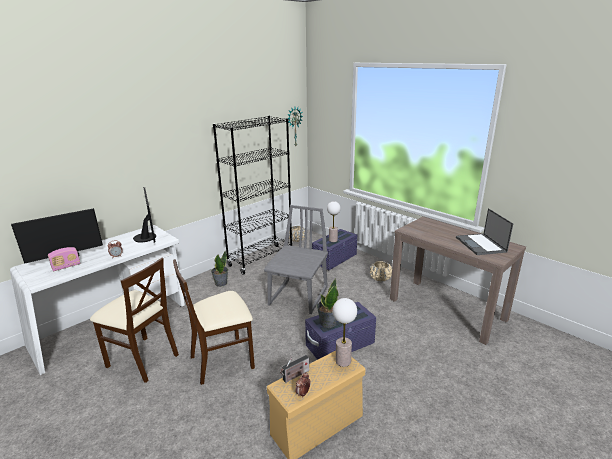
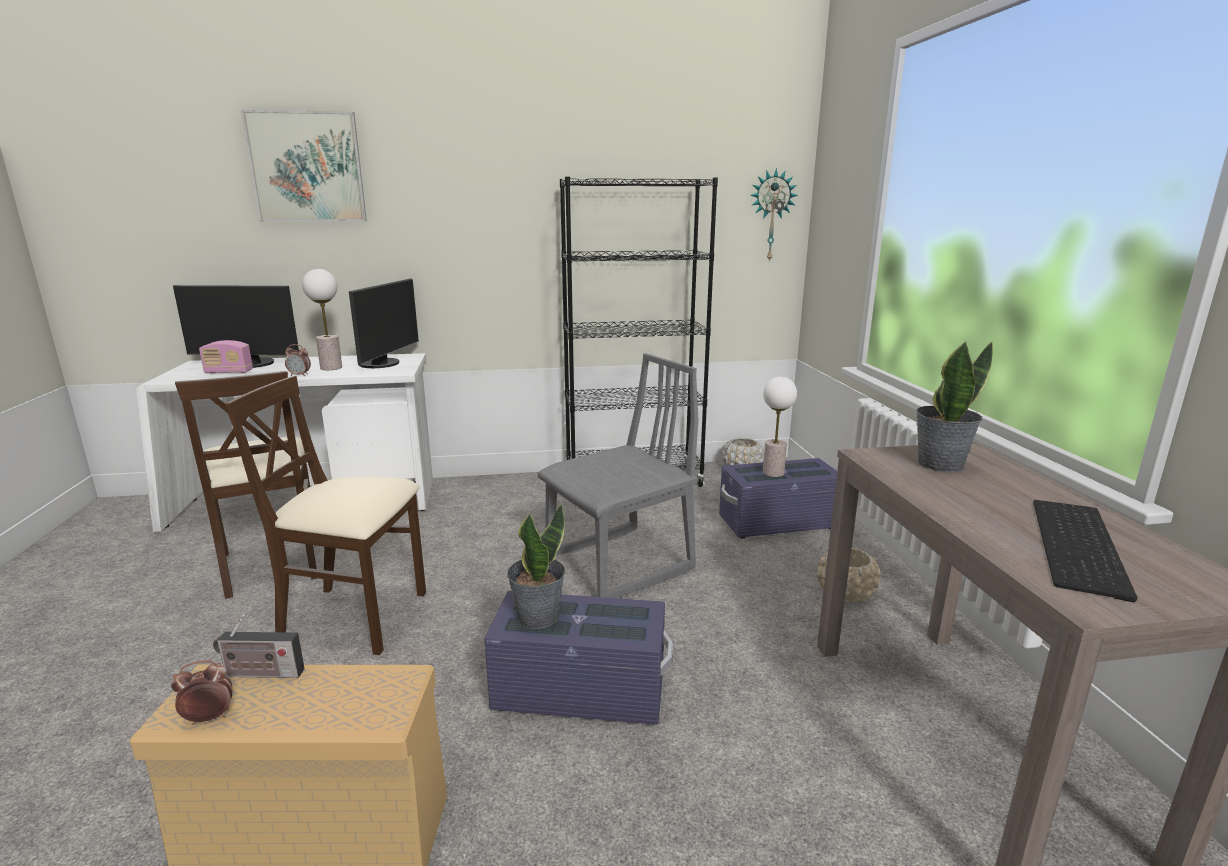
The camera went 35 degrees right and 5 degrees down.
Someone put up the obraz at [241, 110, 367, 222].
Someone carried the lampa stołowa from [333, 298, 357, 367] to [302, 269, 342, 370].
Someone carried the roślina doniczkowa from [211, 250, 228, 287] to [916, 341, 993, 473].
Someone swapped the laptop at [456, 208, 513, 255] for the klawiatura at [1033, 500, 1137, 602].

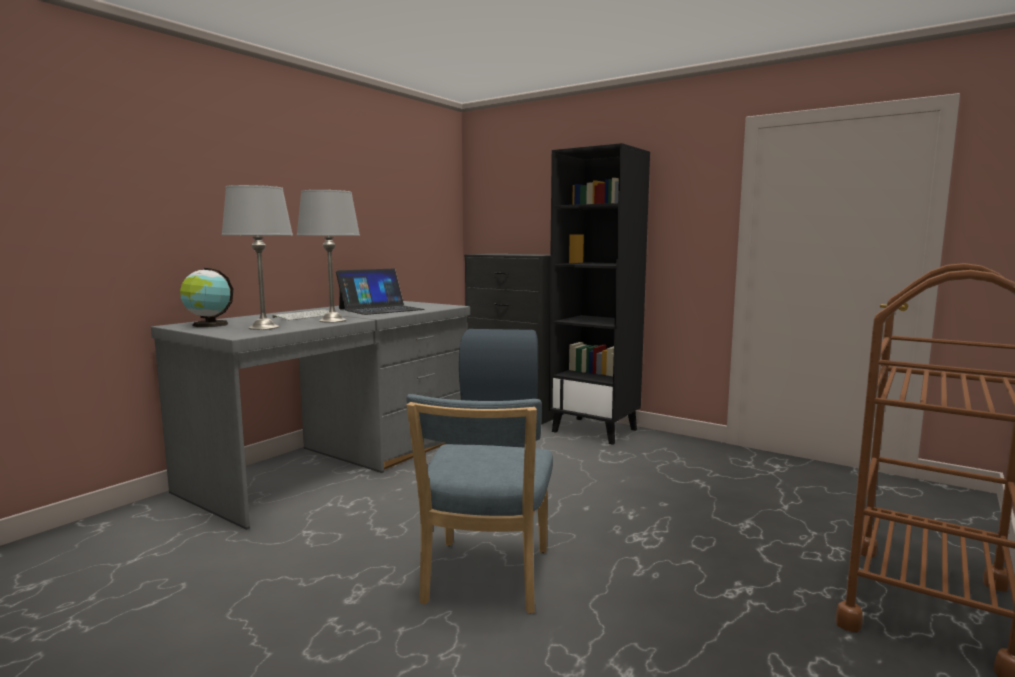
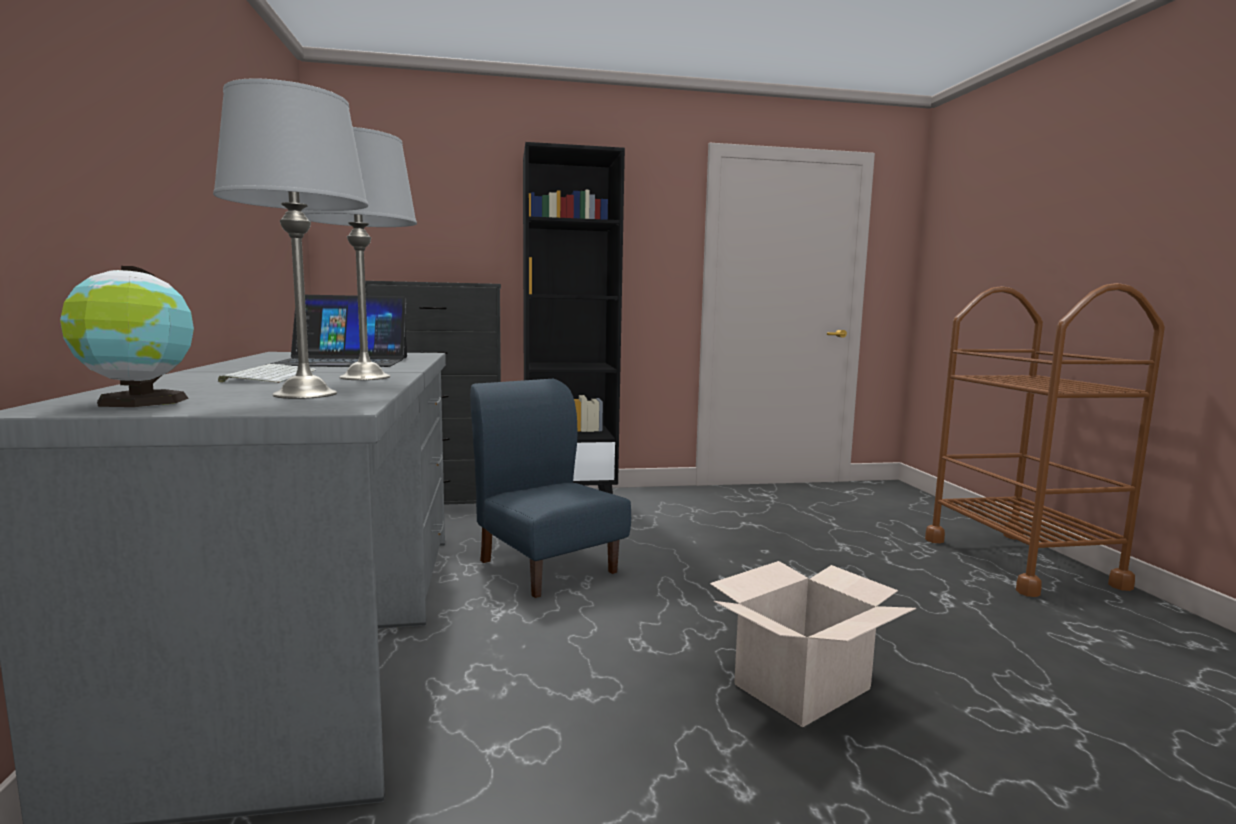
The camera went 45 degrees left and 0 degrees up.
Someone rotated the laptop at [336, 269, 425, 315] by 75 degrees clockwise.
Someone swapped the krzesło/niebieski at [406, 394, 553, 614] for the karton at [710, 561, 916, 728].

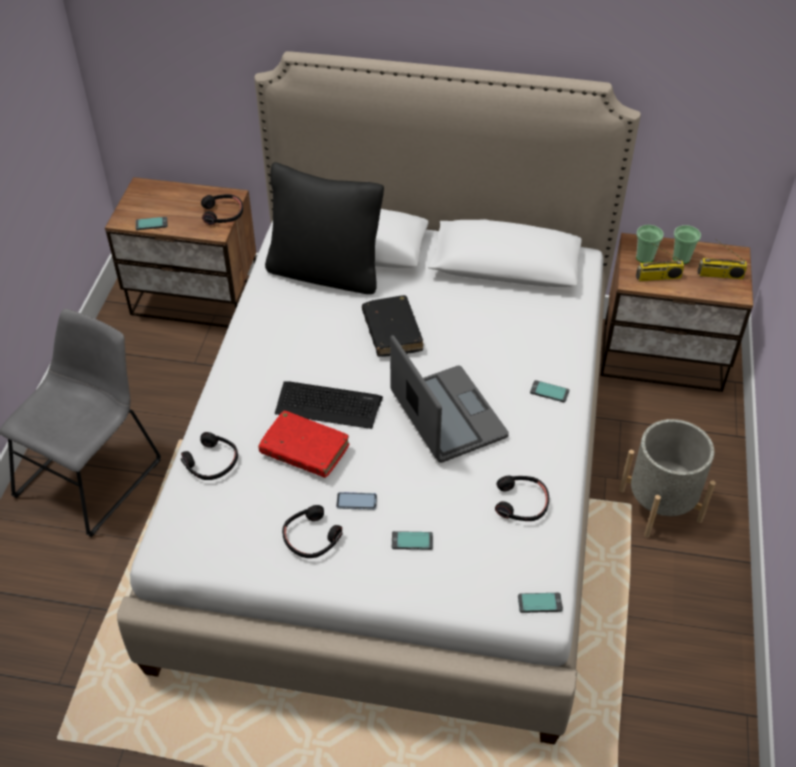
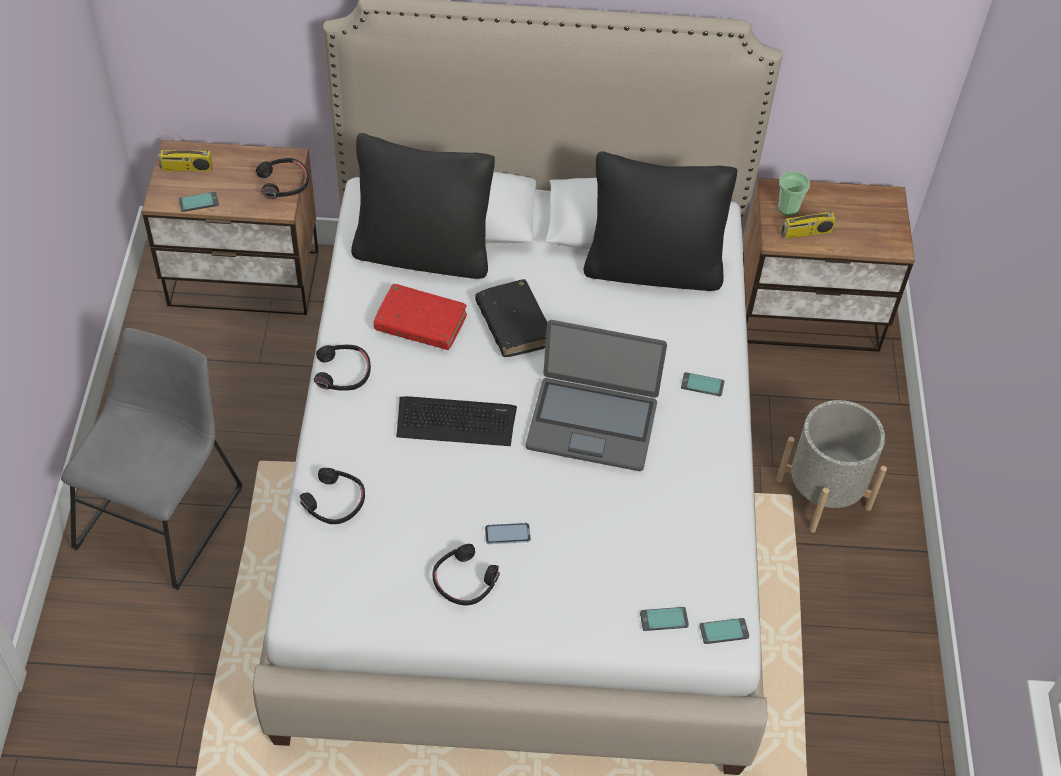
The camera went 10 degrees left and 5 degrees up.
Someone carried the radio from [697, 239, 747, 279] to [158, 129, 213, 172].
Someone carried the słuchawki/czarny from [495, 476, 549, 521] to [314, 345, 371, 391].
Someone carried the książka/czerwony from [258, 411, 350, 478] to [373, 284, 467, 350].
Someone rotated the laptop at [390, 335, 509, 463] by 135 degrees clockwise.
Someone put down the poduszka/czarny at [584, 152, 737, 291].
Someone carried the telefon from [392, 531, 433, 550] to [640, 607, 689, 631].
Someone took away the filiżanka at [673, 225, 701, 264].

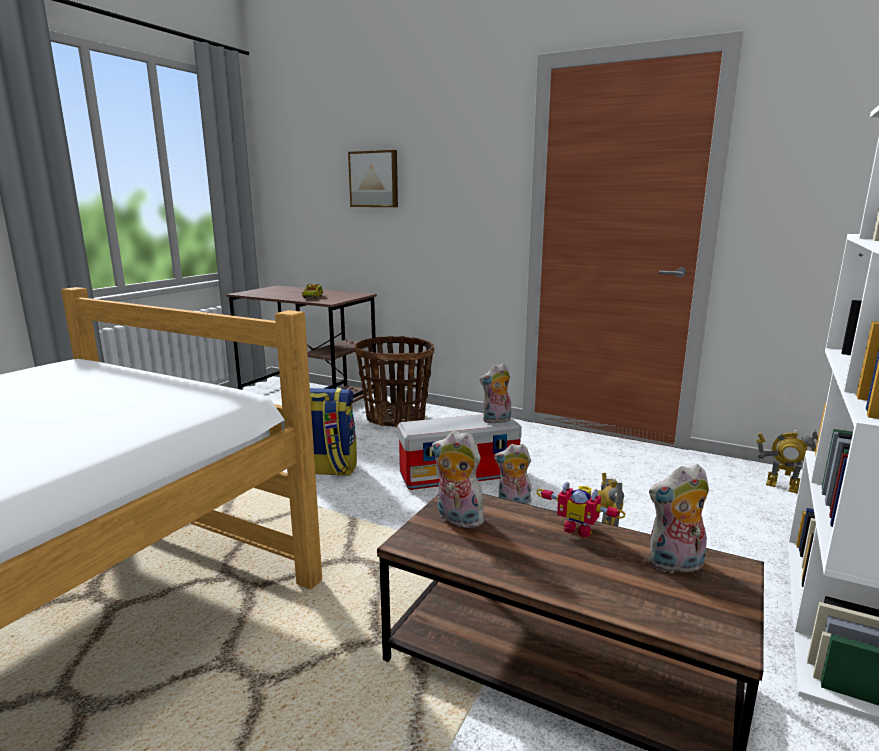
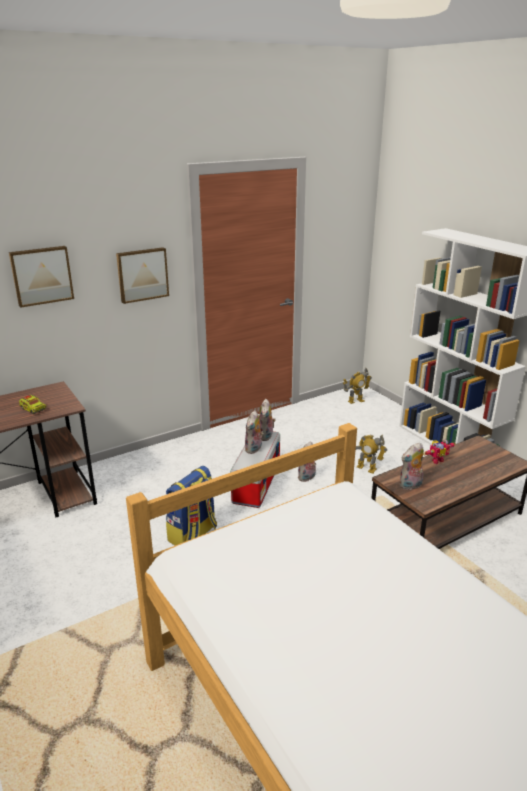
The camera went 60 degrees left and 10 degrees up.
Someone put up the obraz at [116, 247, 169, 304].
Someone carried the pluszak from [649, 464, 709, 573] to [245, 410, 264, 454].
Someone took away the koszyk at [355, 336, 434, 427].

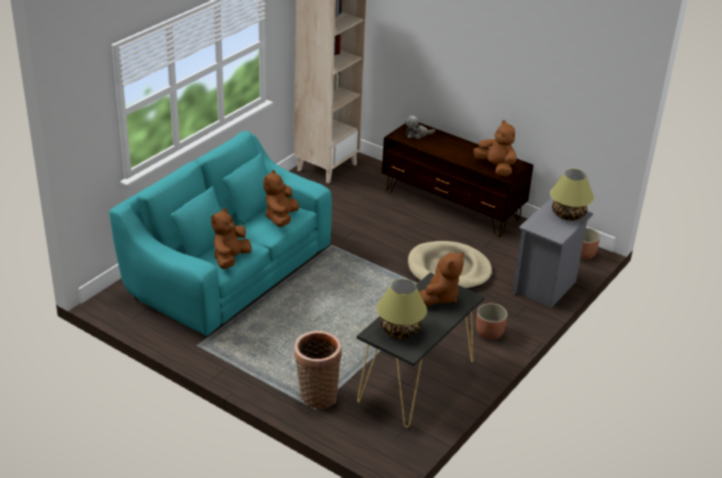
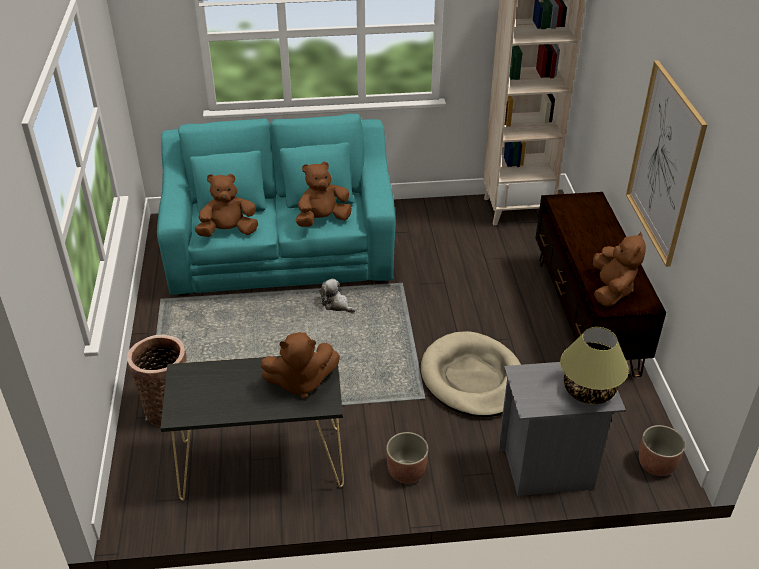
The camera went 50 degrees right and 5 degrees up.
Someone carried the pluszak from [405, 115, 435, 139] to [320, 278, 355, 313].
Someone put up the obraz at [626, 60, 707, 267].
Someone took away the lampa stołowa at [377, 279, 427, 338].

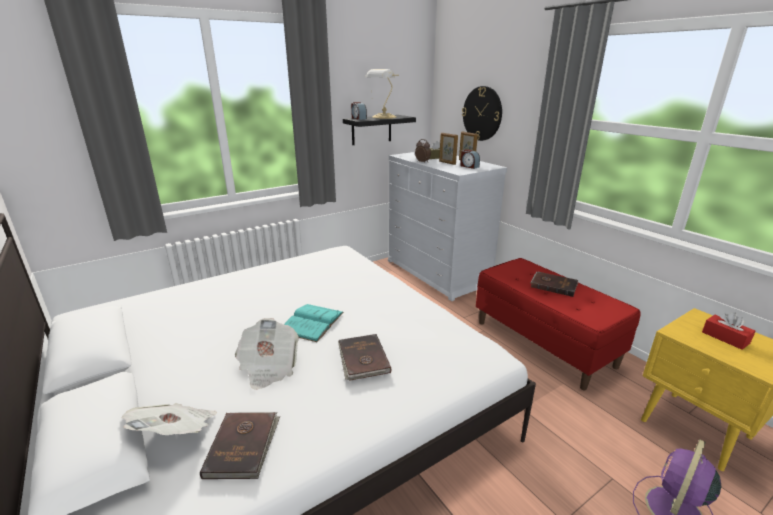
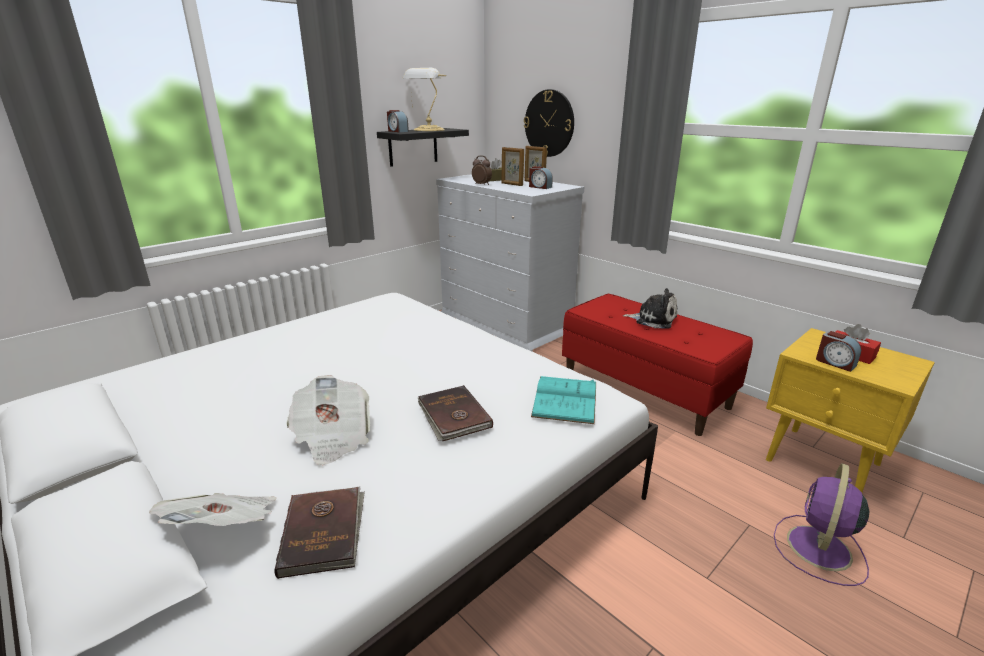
The camera went 10 degrees left and 0 degrees up.
Someone carried the książka/turkusowy from [284, 304, 344, 342] to [531, 376, 596, 424].
Someone swapped the książka/brązowy at [531, 271, 578, 297] for the pluszak at [623, 288, 677, 329].
Someone put down the budzik at [816, 331, 861, 372].

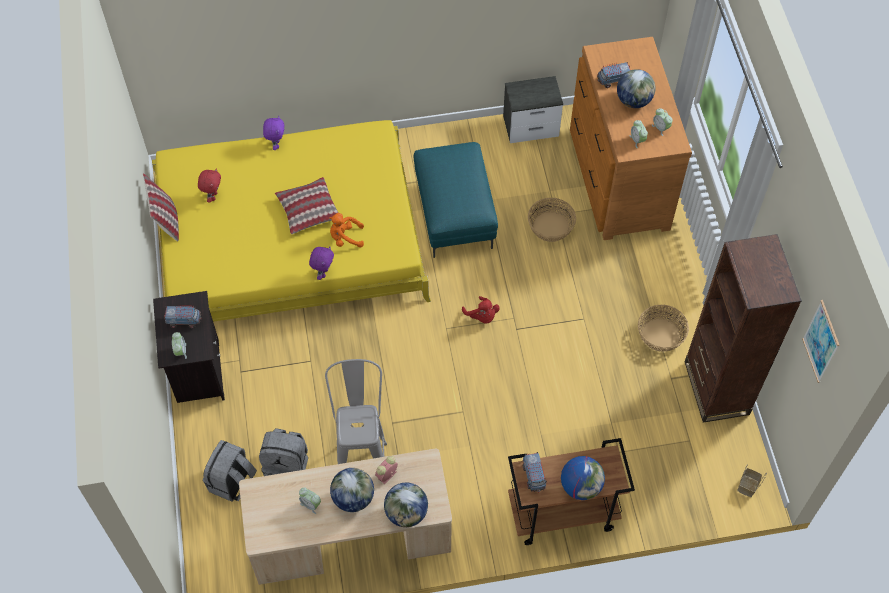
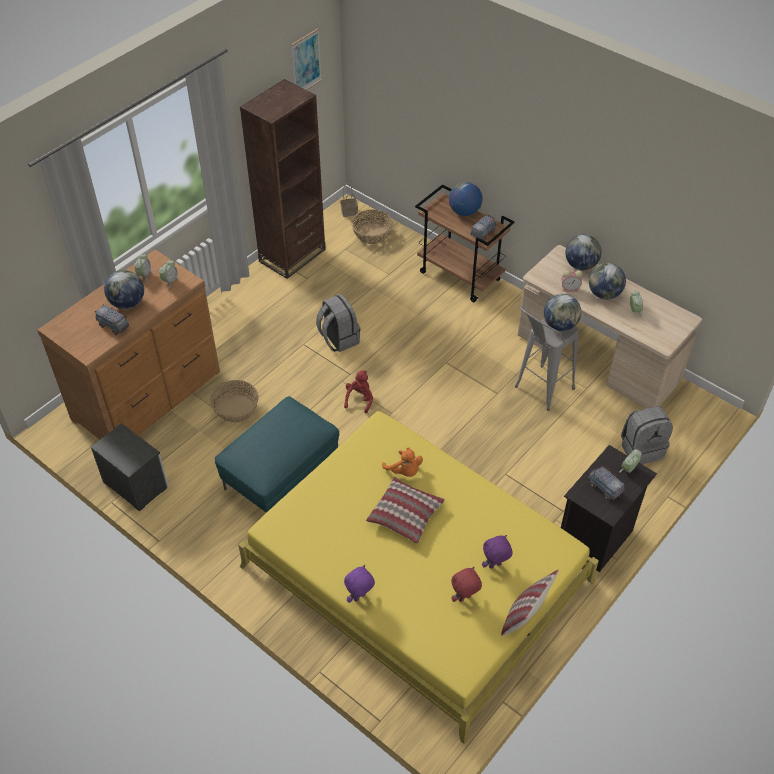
The camera went 130 degrees left and 10 degrees down.
Someone carried the plecak/szary from [259, 429, 308, 476] to [316, 294, 360, 352].
Someone carried the koszyk from [638, 304, 689, 352] to [351, 209, 393, 244].
Someone carried the pluszak/fioletowy from [309, 247, 334, 280] to [482, 535, 512, 569].
Someone put down the globus at [544, 294, 581, 331].

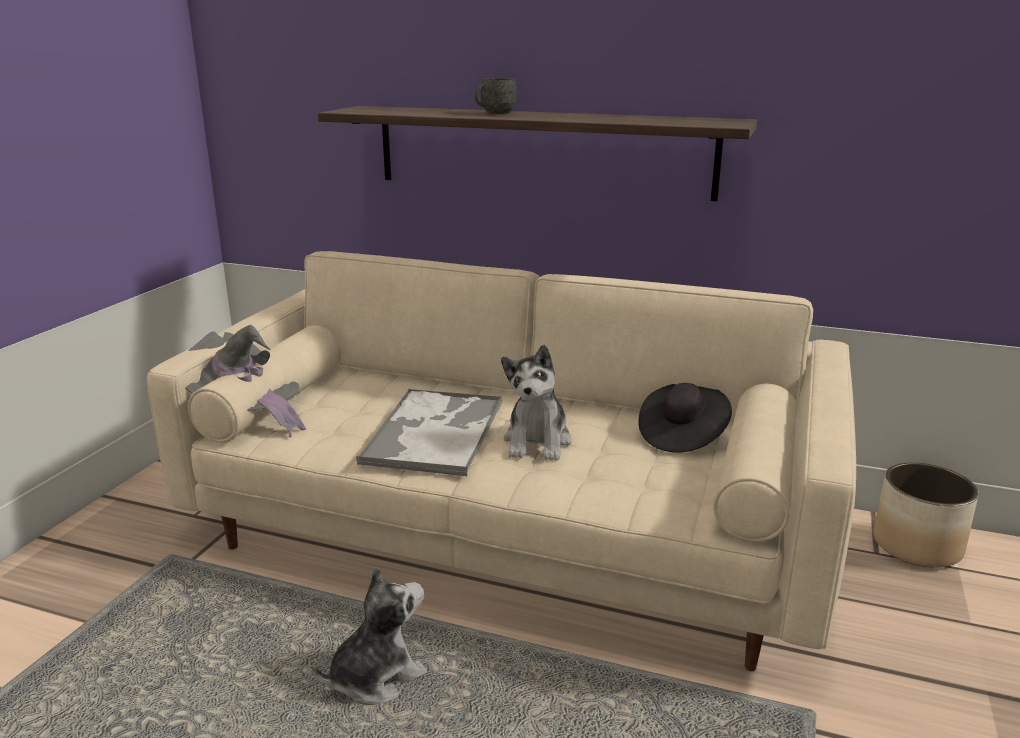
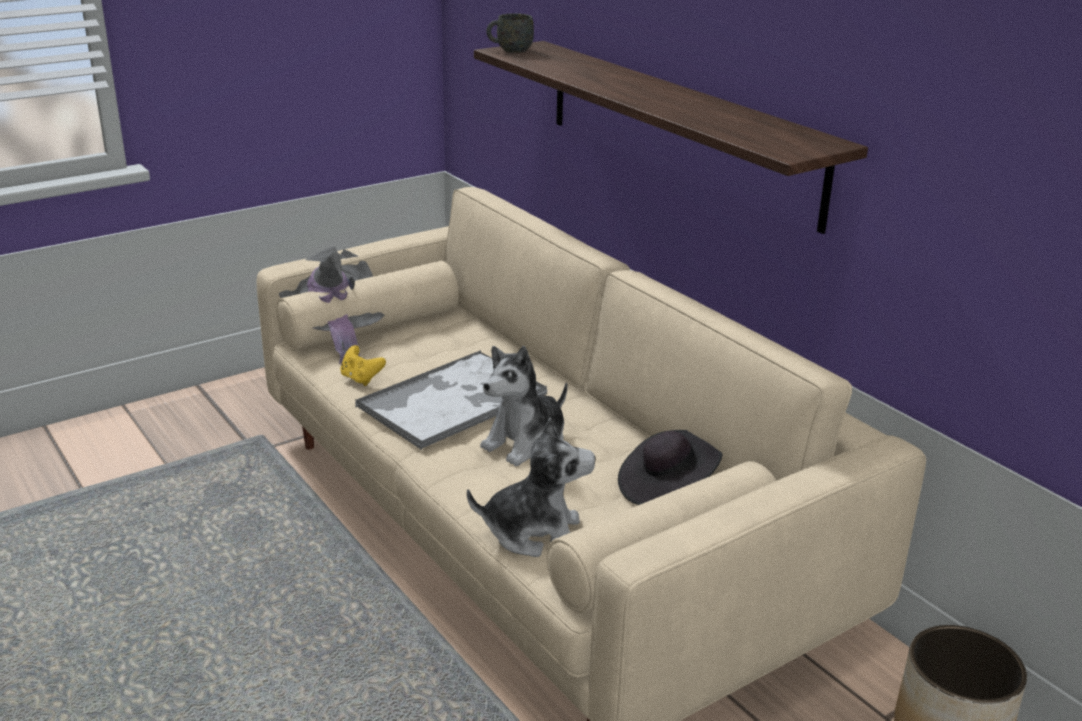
The camera went 35 degrees right and 5 degrees up.
Someone put down the pad do gier/żółty at [340, 345, 386, 386].
Someone carried the pluszak from [313, 566, 427, 705] to [467, 417, 596, 557].
Someone carried the kubek/szary from [474, 78, 516, 114] to [486, 13, 534, 53].

